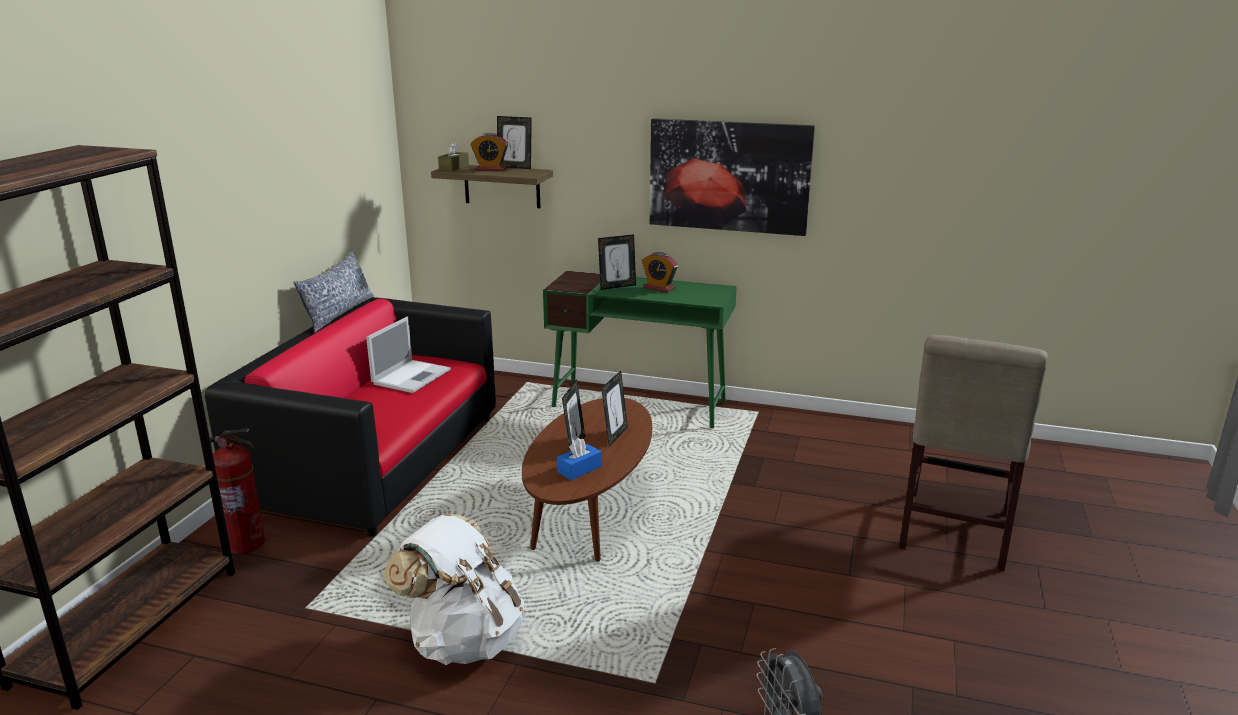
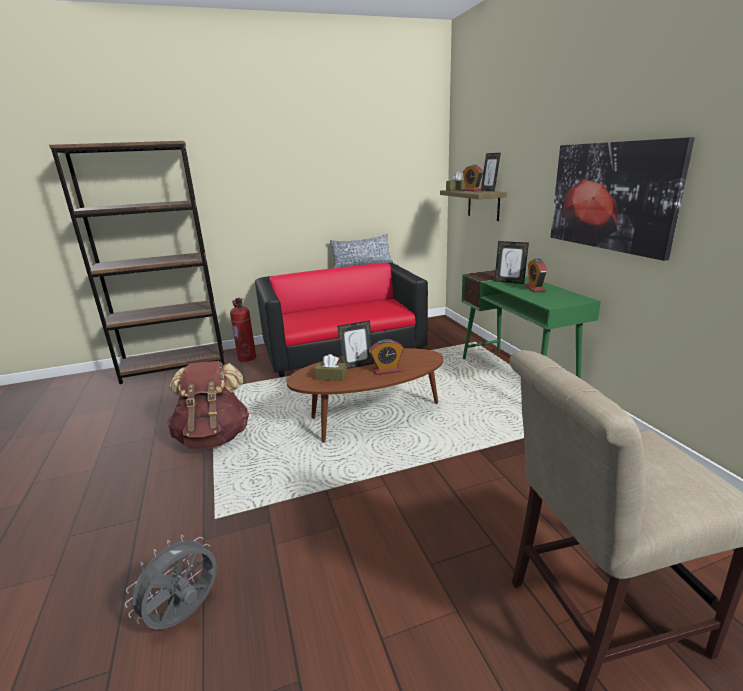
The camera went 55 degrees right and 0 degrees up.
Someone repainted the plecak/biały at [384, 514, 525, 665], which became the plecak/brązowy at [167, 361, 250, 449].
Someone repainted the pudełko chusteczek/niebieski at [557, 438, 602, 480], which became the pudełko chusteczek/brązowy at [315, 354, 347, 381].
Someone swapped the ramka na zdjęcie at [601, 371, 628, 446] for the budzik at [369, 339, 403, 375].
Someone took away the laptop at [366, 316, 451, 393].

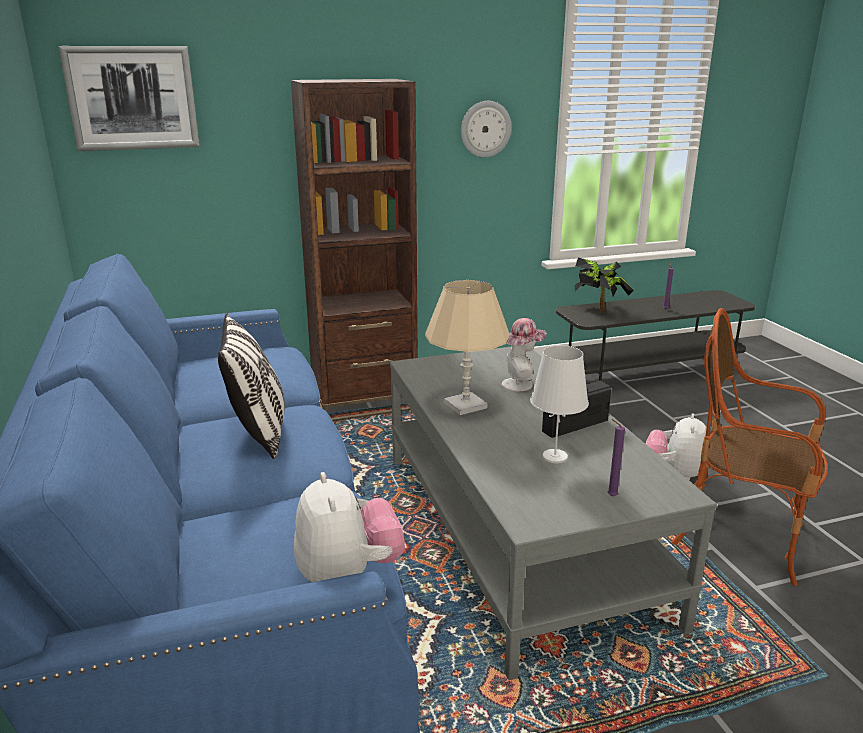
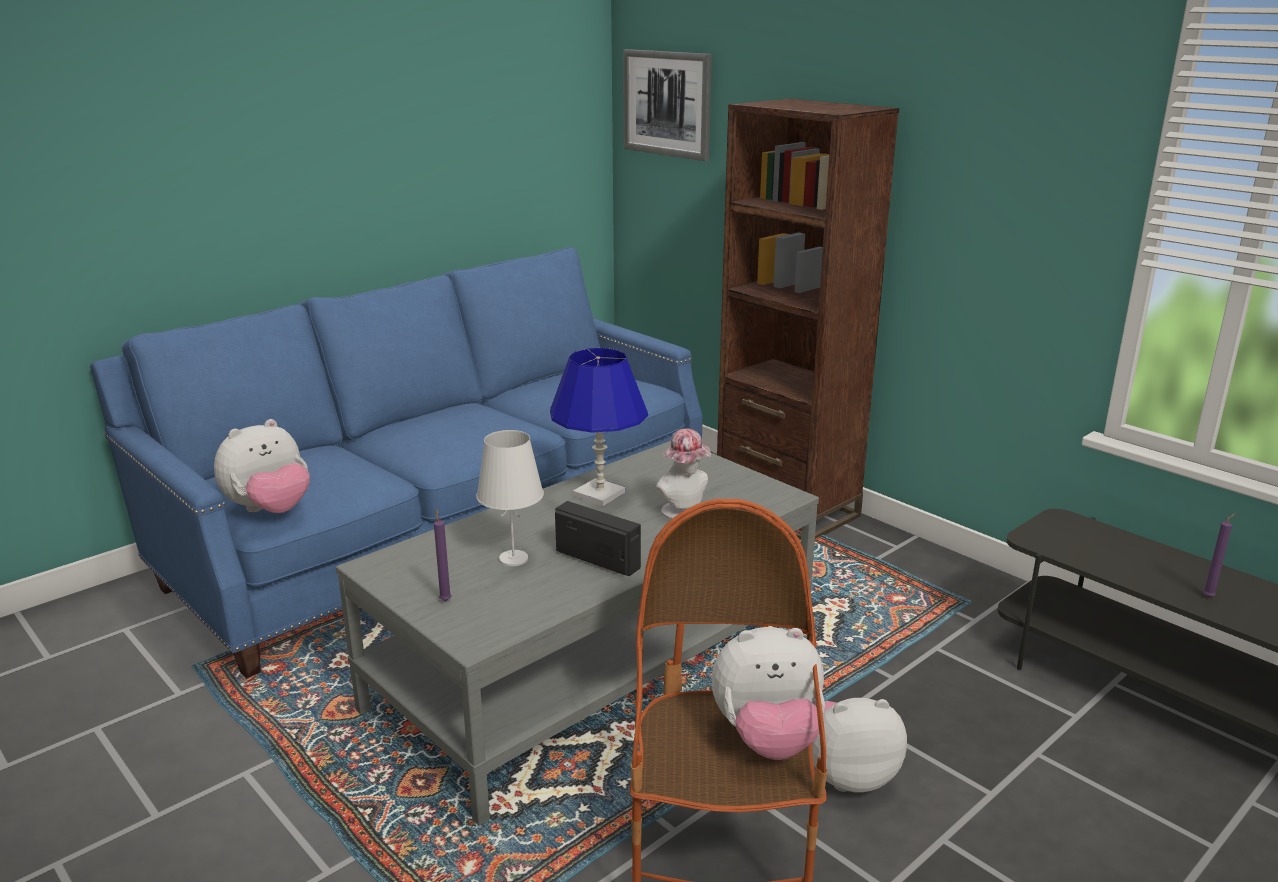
The camera went 65 degrees right and 0 degrees up.
Someone repainted the lampa stołowa/beżowy at [425, 280, 510, 415], which became the lampa stołowa/niebieski at [550, 348, 648, 506].
Someone put down the pluszak at [712, 627, 825, 760].
Someone took away the poduszka at [218, 313, 285, 459].
Someone took away the zegar ścienny at [461, 101, 512, 157].
Someone took away the roślina doniczkowa at [575, 257, 634, 313].

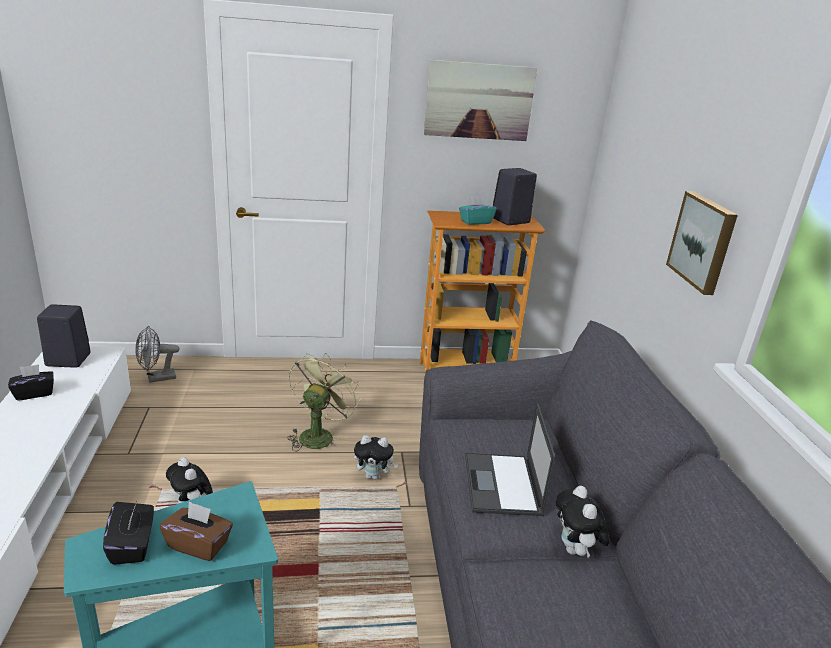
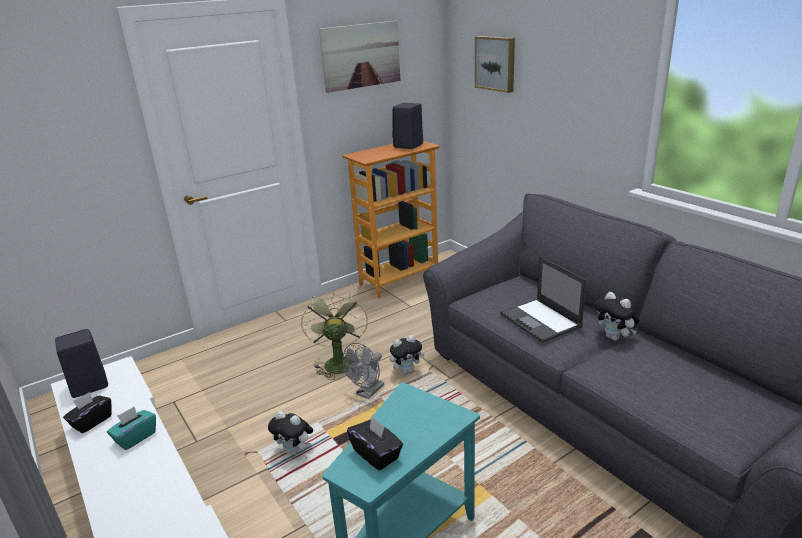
The camera went 25 degrees left and 0 degrees up.
Someone carried the pudełko chusteczek/turkusowy from [459, 196, 496, 225] to [107, 407, 156, 450].
Someone carried the wentylator/szary from [136, 326, 180, 383] to [343, 343, 384, 399].
Someone carried the obraz from [666, 191, 738, 295] to [475, 36, 515, 93].
Someone took away the pudełko chusteczek/brązowy at [160, 501, 233, 561].

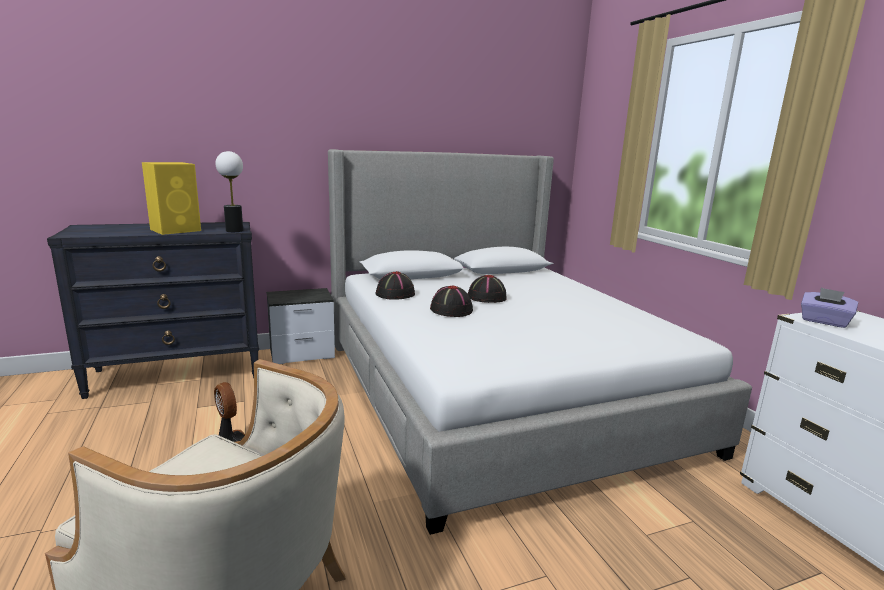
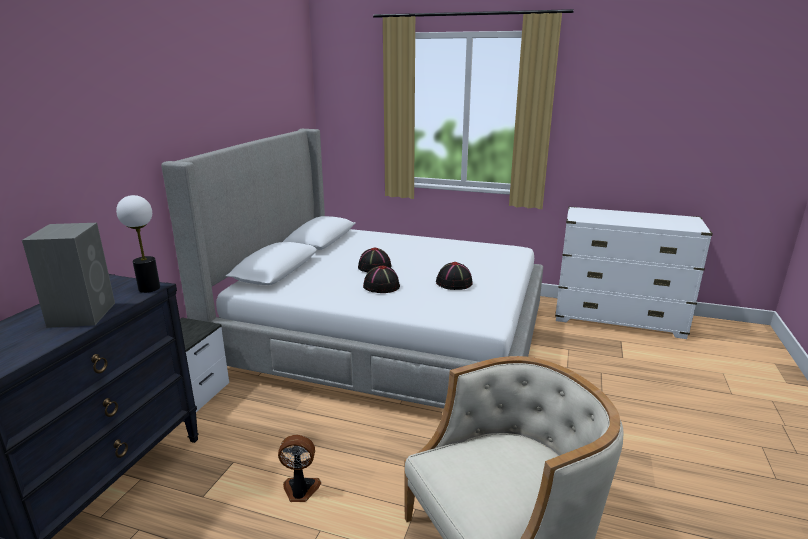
The camera went 50 degrees left and 5 degrees up.
Someone repainted the głośnik/żółty at [142, 162, 201, 235], which became the głośnik/szary at [22, 223, 115, 328].
Someone carried the kapelusz/czarny from [375, 272, 415, 300] to [436, 262, 473, 290].
Someone took away the pudełko chusteczek/fioletowy at [801, 288, 858, 328].

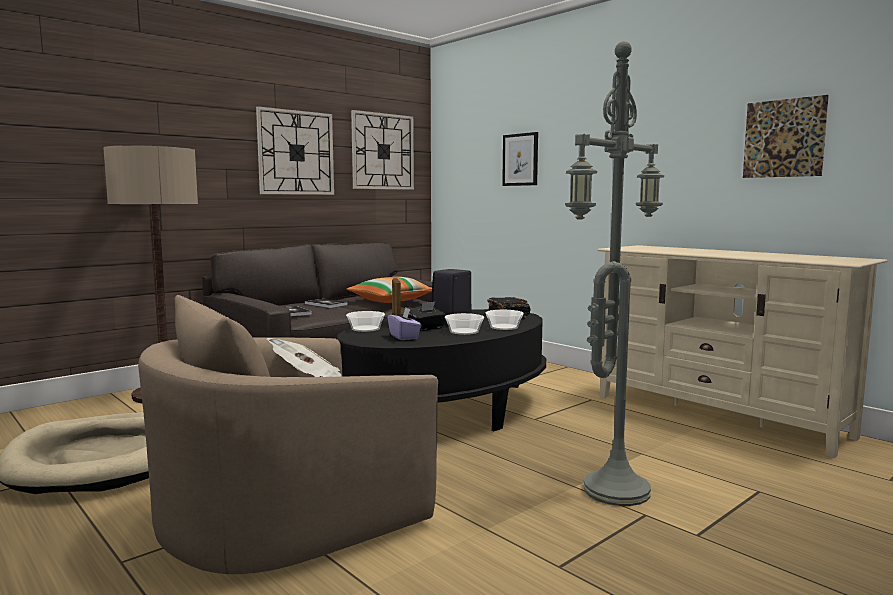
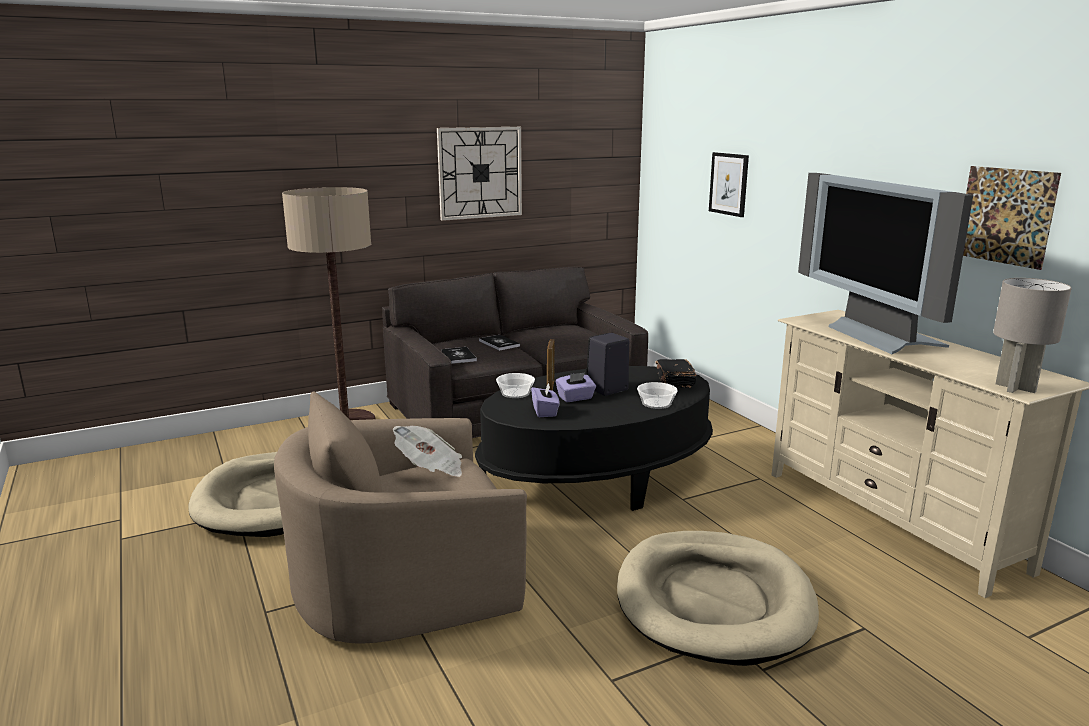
The camera went 15 degrees right and 10 degrees up.
Someone repainted the pudełko chusteczek/czarny at [408, 302, 446, 331], which became the pudełko chusteczek/fioletowy at [556, 372, 596, 402].
Someone swapped the lampa stojąca/szary at [565, 41, 664, 506] for the legowisko/beżowy at [617, 531, 819, 666].
Someone put down the telewizor at [798, 173, 973, 354].
Someone put down the lampa stołowa/szary at [993, 278, 1072, 393].
Someone took away the poduszka at [347, 277, 432, 303].
Someone took away the zegar ścienny at [351, 110, 414, 190].
Someone took away the miska at [445, 313, 484, 335].

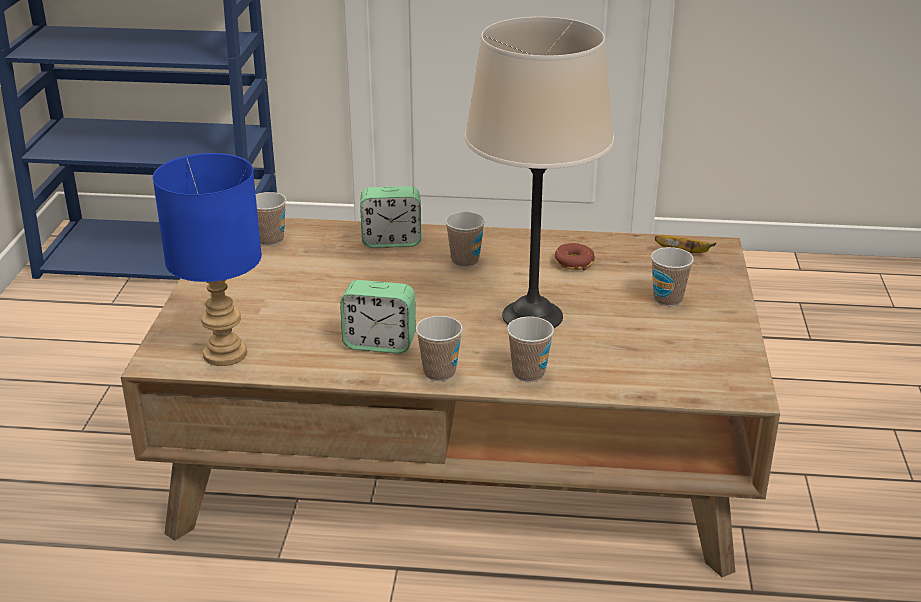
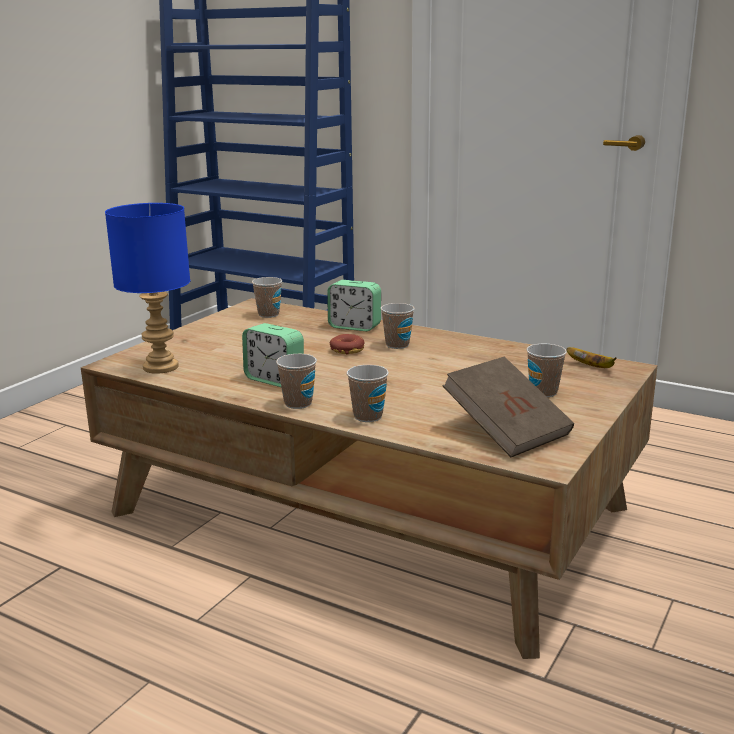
The camera went 25 degrees right and 10 degrees down.
Someone carried the donut from [555, 243, 595, 270] to [330, 334, 364, 354].
Someone put down the książka/brązowy at [442, 357, 574, 457].
Someone took away the lampa stołowa/beżowy at [465, 17, 614, 328].

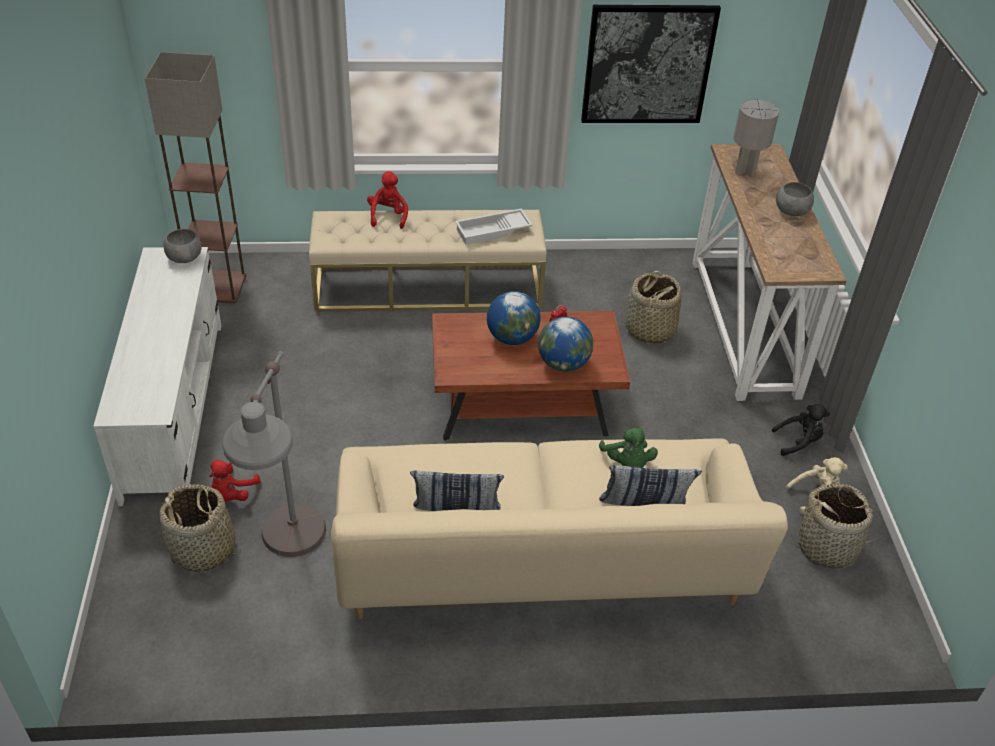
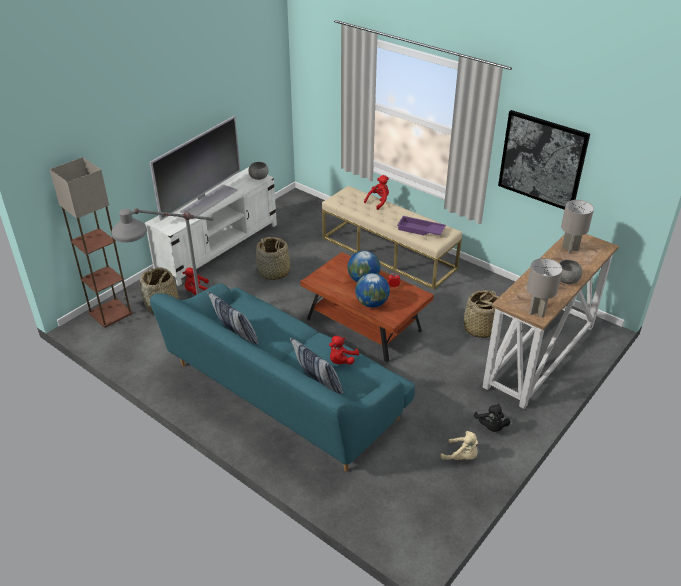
The camera went 45 degrees right and 5 degrees down.
Someone carried the lampa stojąca from [145, 52, 246, 304] to [50, 157, 132, 328].
Someone put down the telewizor at [149, 116, 240, 220].
Someone repainted the kanapa/beżowy at [331, 438, 788, 619], which became the kanapa/turkusowy at [150, 283, 415, 472].
Someone carried the koszyk from [791, 484, 883, 568] to [256, 237, 290, 280].
Someone repainted the pluszak/zielony at [599, 426, 658, 468], which became the pluszak/czerwony at [329, 336, 359, 364].
Someone repainted the taca/biały at [455, 208, 532, 245], which became the taca/fioletowy at [397, 216, 446, 235].
Someone rotated the pluszak/czarny at [772, 404, 830, 456] by 45 degrees clockwise.
Someone put down the lampa stołowa/szary at [527, 258, 563, 317].

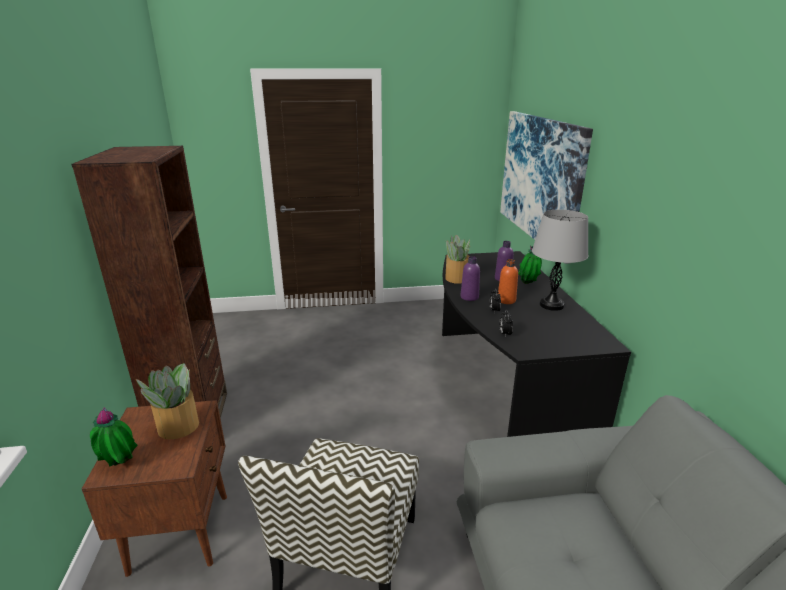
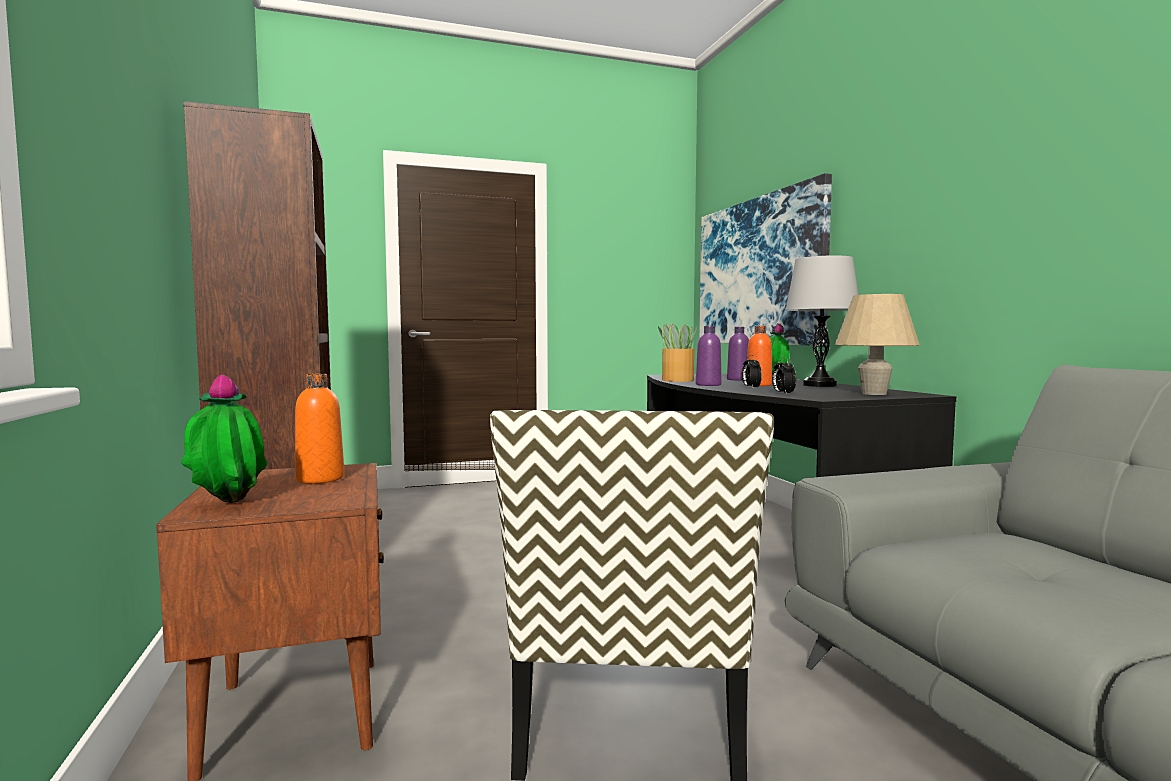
The camera went 10 degrees left and 20 degrees down.
Someone swapped the roślina doniczkowa at [136, 363, 199, 439] for the butelka/pomarańczowy at [295, 374, 344, 484].
Someone put down the lampa stołowa/beżowy at [835, 294, 919, 395].

